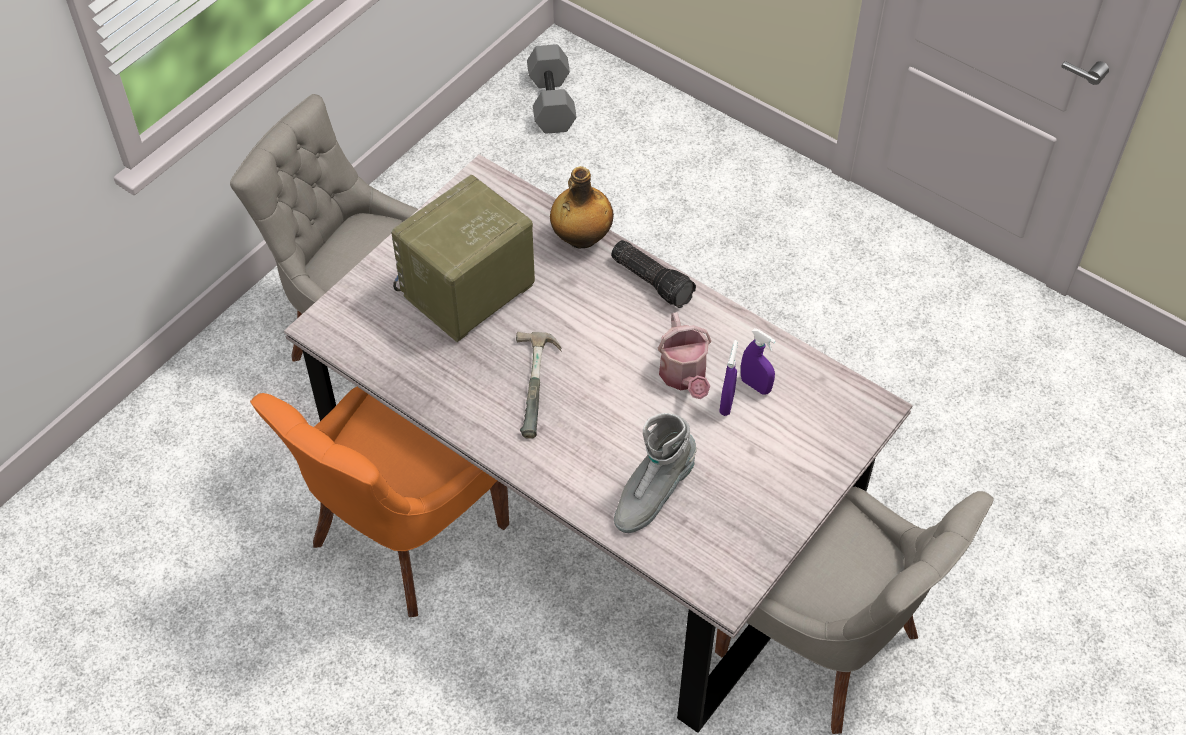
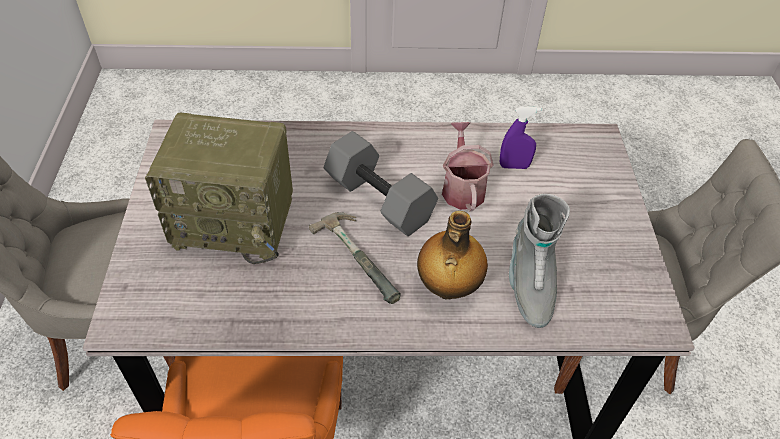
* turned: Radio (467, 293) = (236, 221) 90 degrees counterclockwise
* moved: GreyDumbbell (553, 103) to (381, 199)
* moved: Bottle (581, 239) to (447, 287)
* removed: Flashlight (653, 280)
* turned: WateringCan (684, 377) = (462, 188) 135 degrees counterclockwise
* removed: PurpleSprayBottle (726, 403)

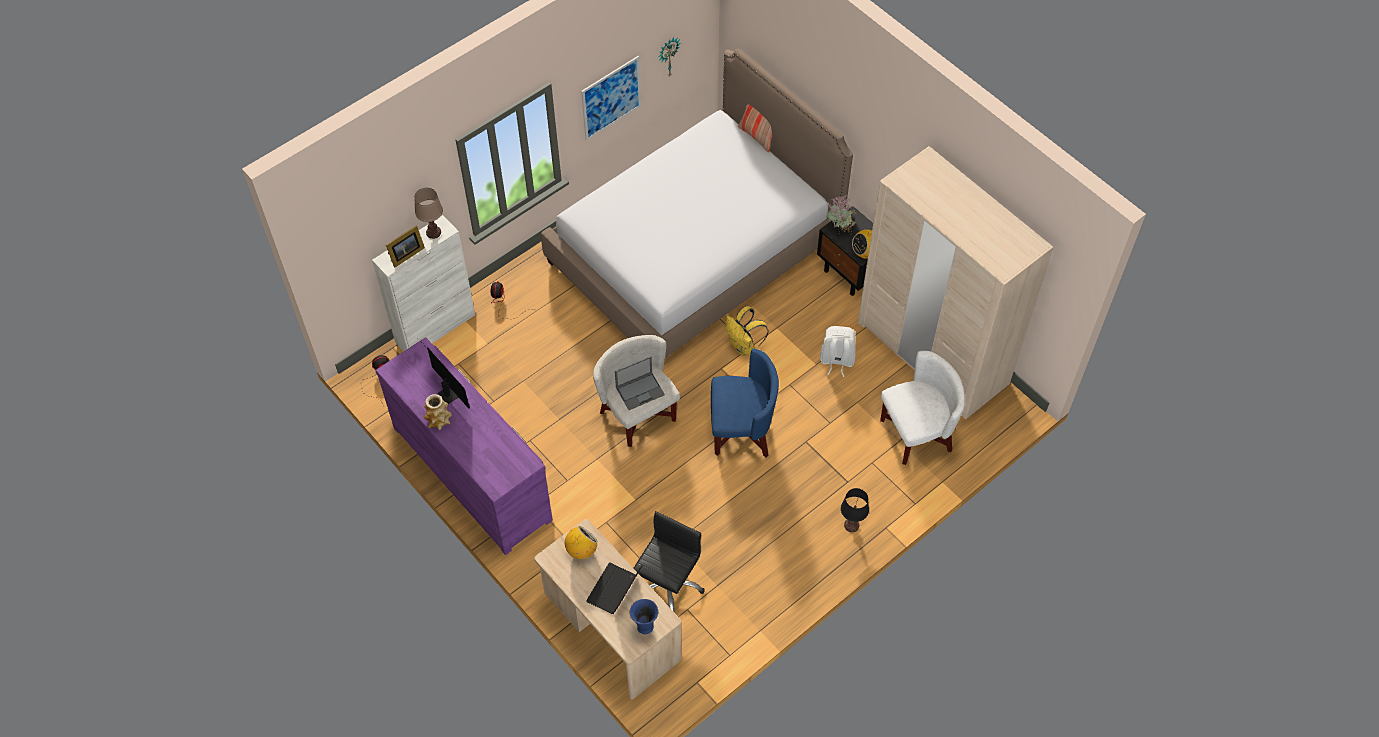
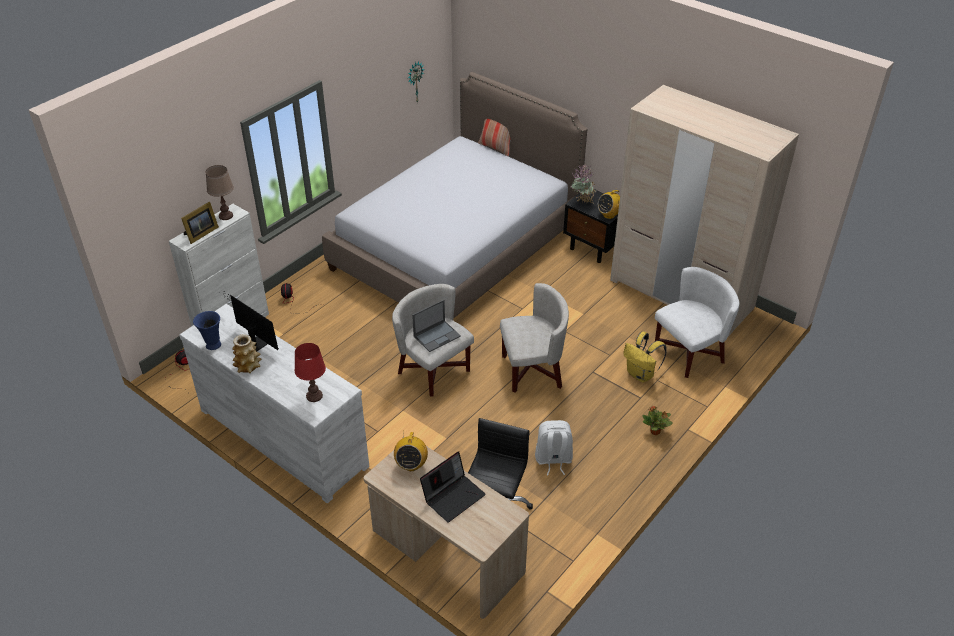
* recoloured: PurpleDresser (472, 472) to WhiteDresser (283, 437)
* turned: Radio (581, 550) = (411, 464) 150 degrees clockwise
* removed: Picture (611, 98)
* turned: Laptop (614, 591) = (453, 496) 150 degrees counterclockwise
* moved: BlueVase (644, 627) to (212, 345)
* recoloured: BlueArmchair (742, 430) to WhiteArmchair (532, 371)
* moved: YellowBackpack (744, 346) to (641, 374)
* moved: WhiteBackpack (836, 360) to (553, 460)
* replaced: BlackTableLamp (851, 525) to PottedPlant (655, 432)
* added: RedTableLamp (314, 396)

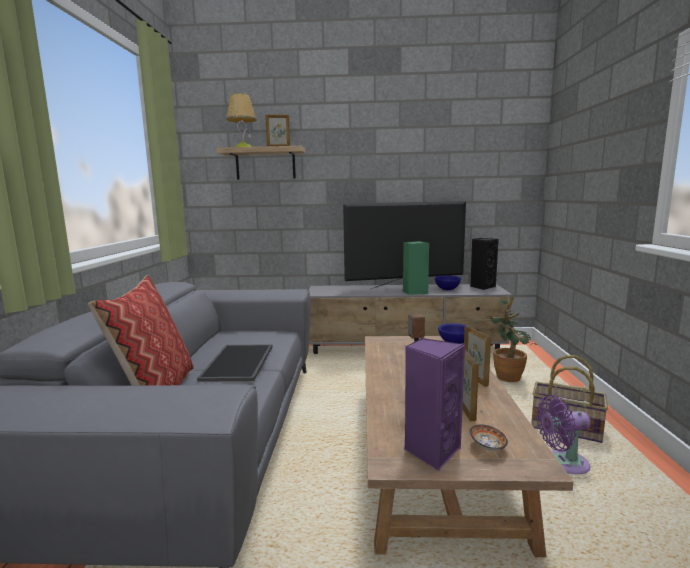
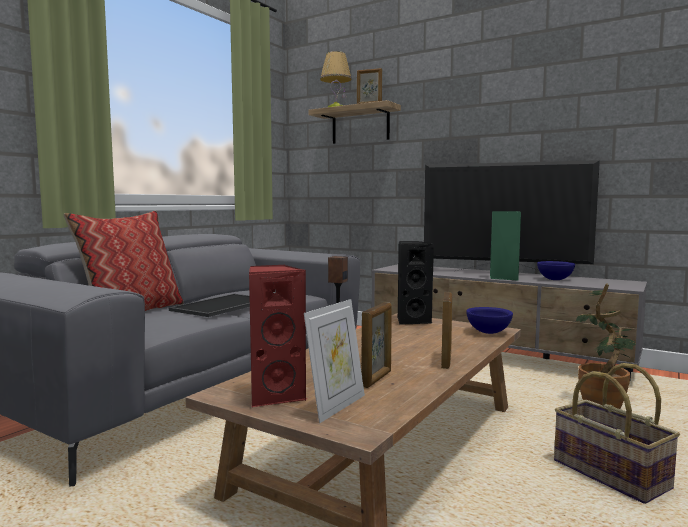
* recoloured: PurpleSpeaker (431, 451) to RedSpeaker (275, 395)
* moved: BlackSpeaker (482, 287) to (412, 320)
* replaced: Bowl (487, 447) to PictureFrame (336, 406)
* removed: PurpleFan (563, 463)

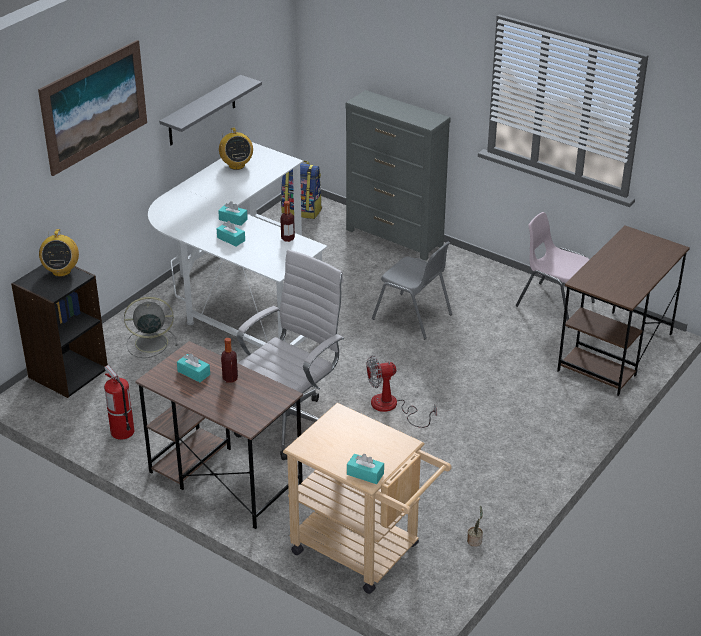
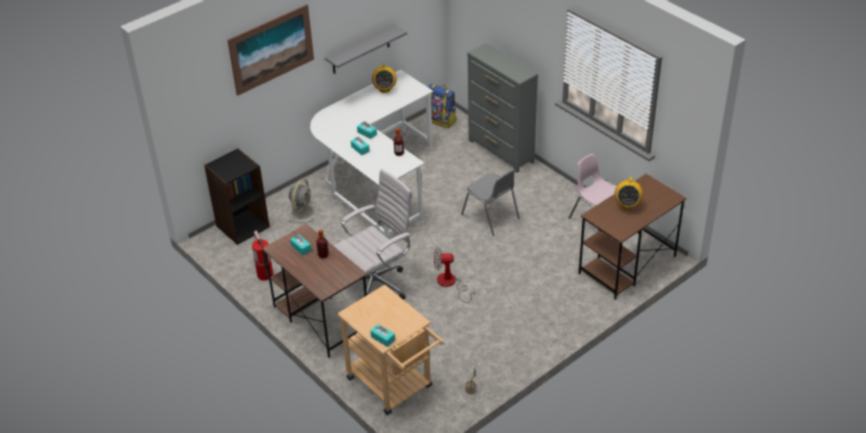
* moved: Radio (61, 271) to (627, 205)
* turned: GreyFan (150, 343) = (303, 211) 105 degrees clockwise

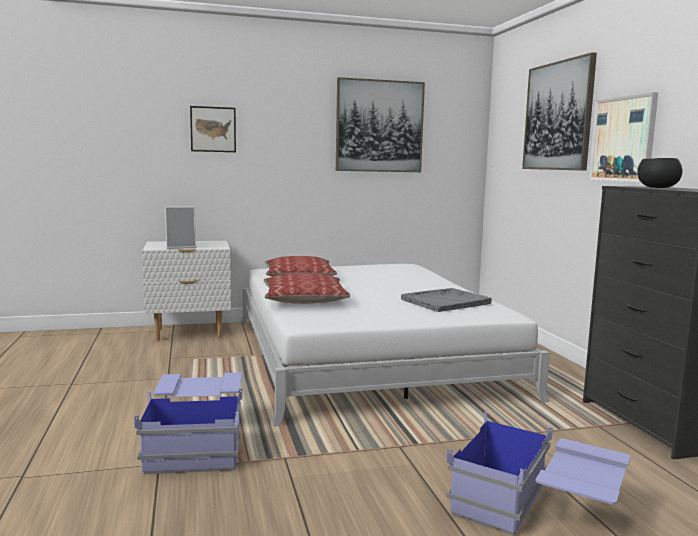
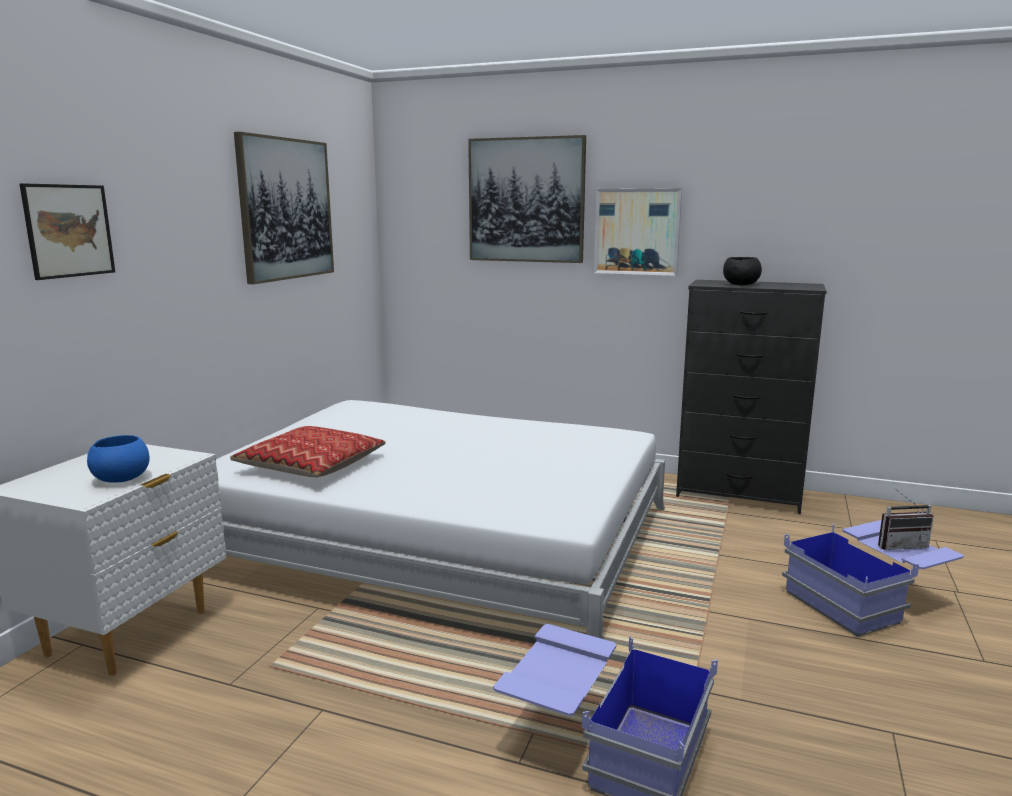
* replaced: PictureFrame (181, 247) to BlueBowl (121, 478)
* removed: Pillow (304, 299)
* removed: GreyTray (446, 301)
* added: Radio (900, 545)

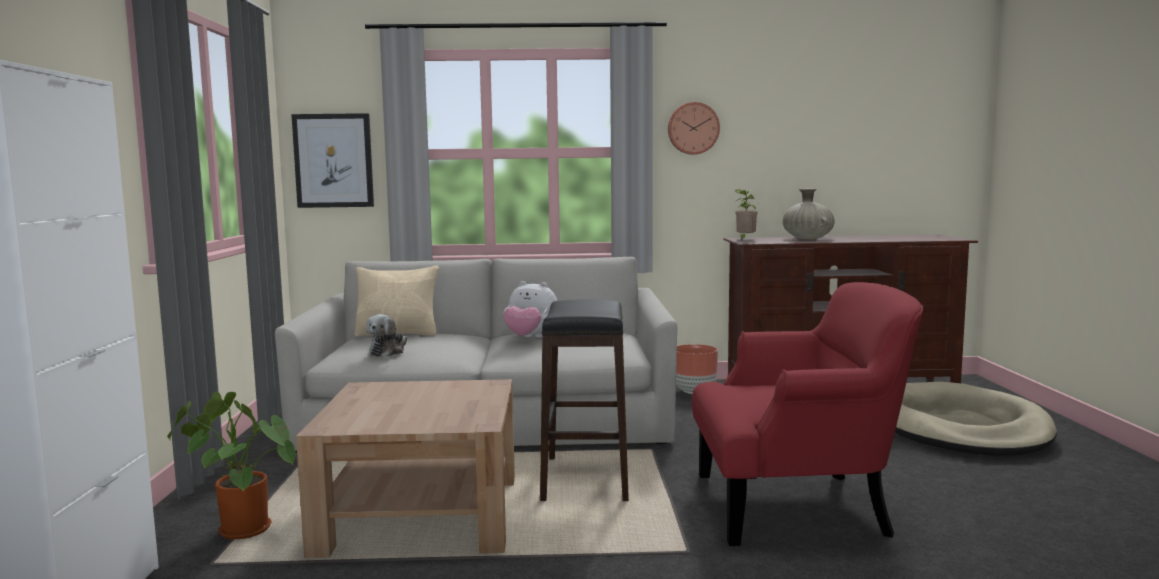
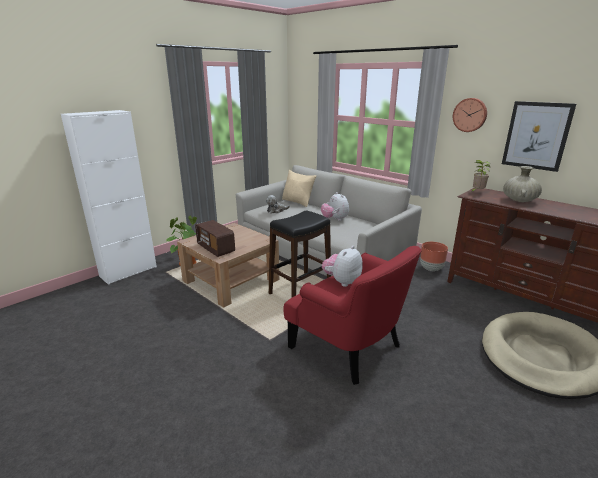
* moved: Picture (333, 161) to (536, 135)
* added: Radio (216, 248)
* added: PlushToy (342, 281)

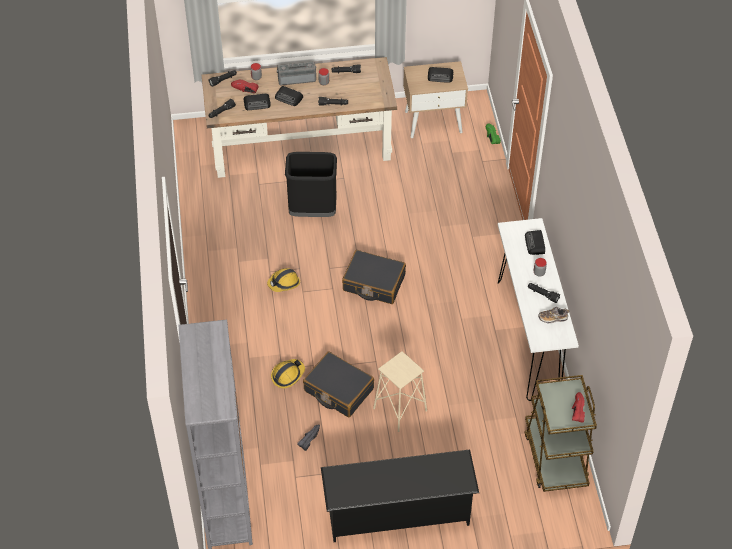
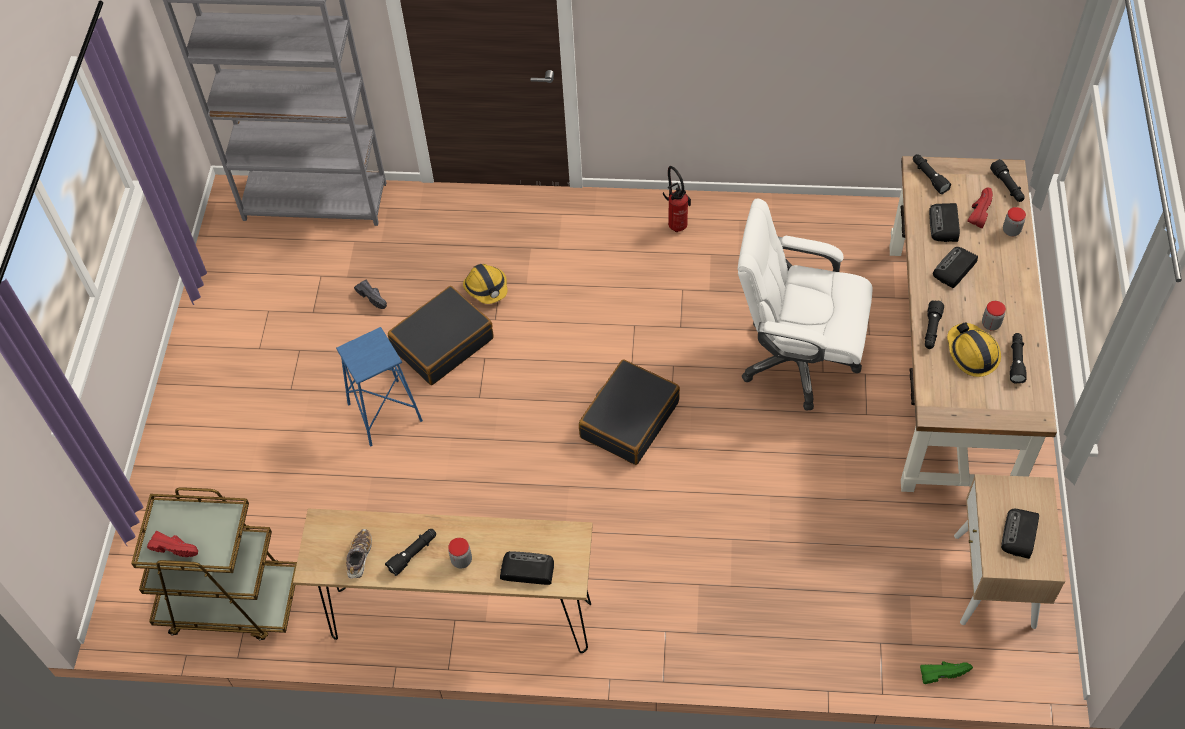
* moved: HardHat (284, 283) to (971, 353)
* removed: Radio (297, 78)
* replaced: BlackTrashCan (312, 211) to WhiteOfficeChair (796, 360)
* removed: BlackShoeRack (398, 513)
* recoloured: BeigeStool (400, 409) to BlueStool (384, 413)
* recoloured: WhiteConsoleTable (528, 337) to BrownConsoleTable (461, 620)
* added: FireExtinguisher (677, 224)

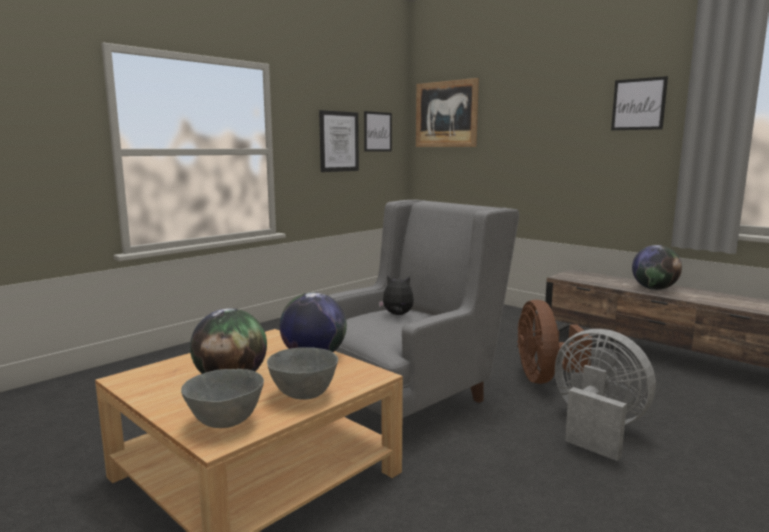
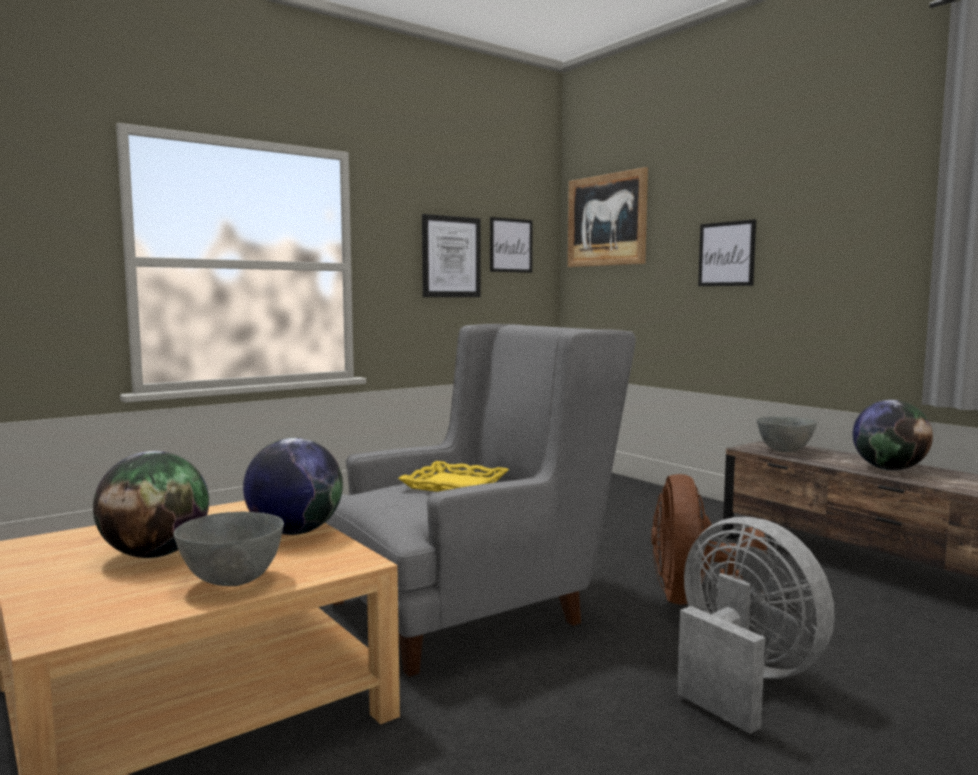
* moved: GreyBowl (225, 422) to (784, 450)
* replaced: PlushToy (397, 315) to YellowTray (454, 485)
* moved: Picture (638, 104) to (726, 254)

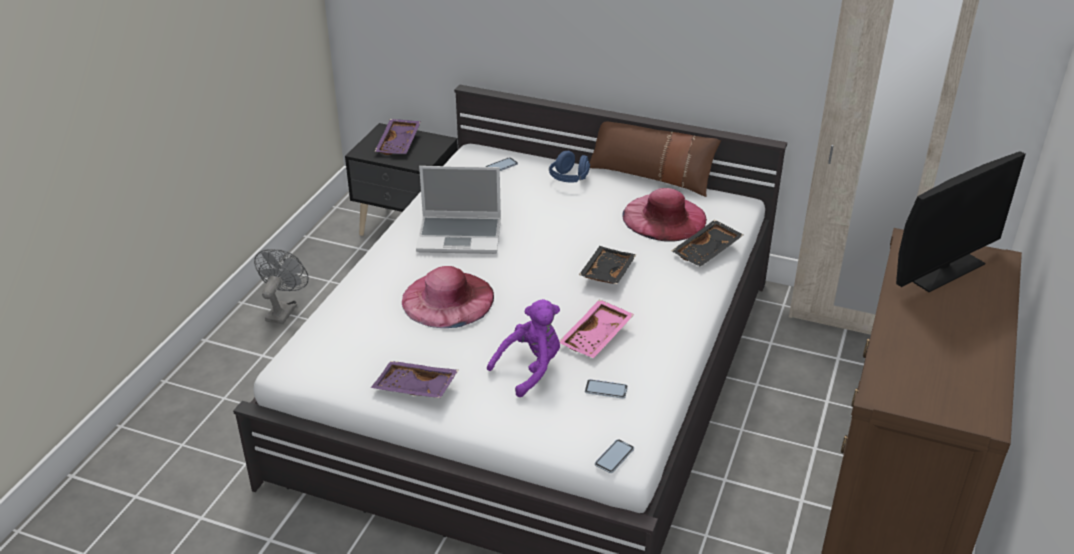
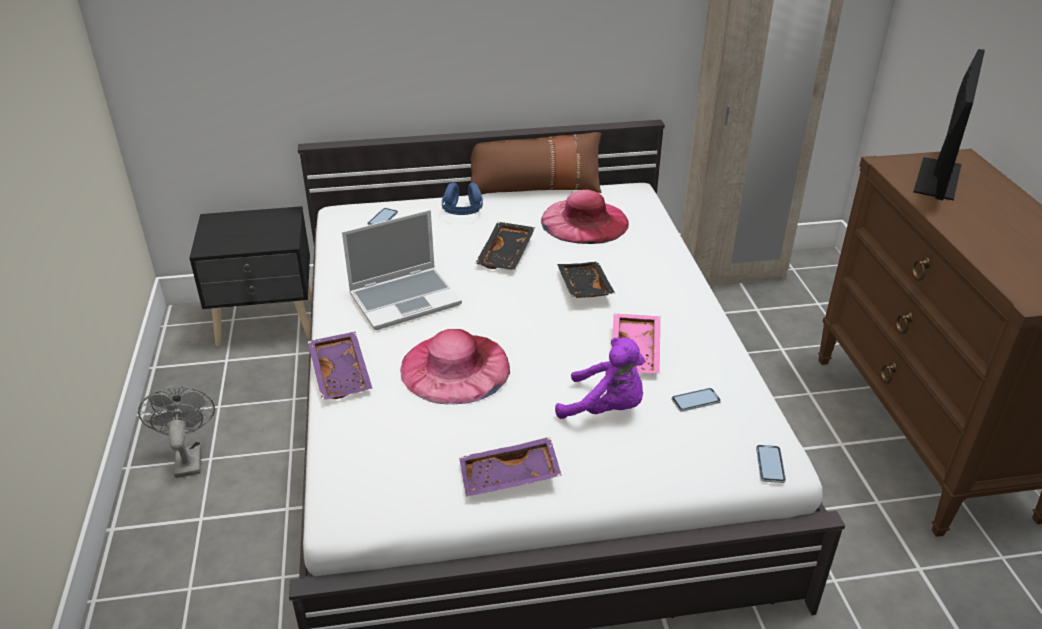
* moved: PurpleTray (399, 143) to (342, 374)
* turned: PurplePlushToy (530, 369) = (606, 408) 90 degrees clockwise
* moved: BlackTray (707, 251) to (507, 254)

